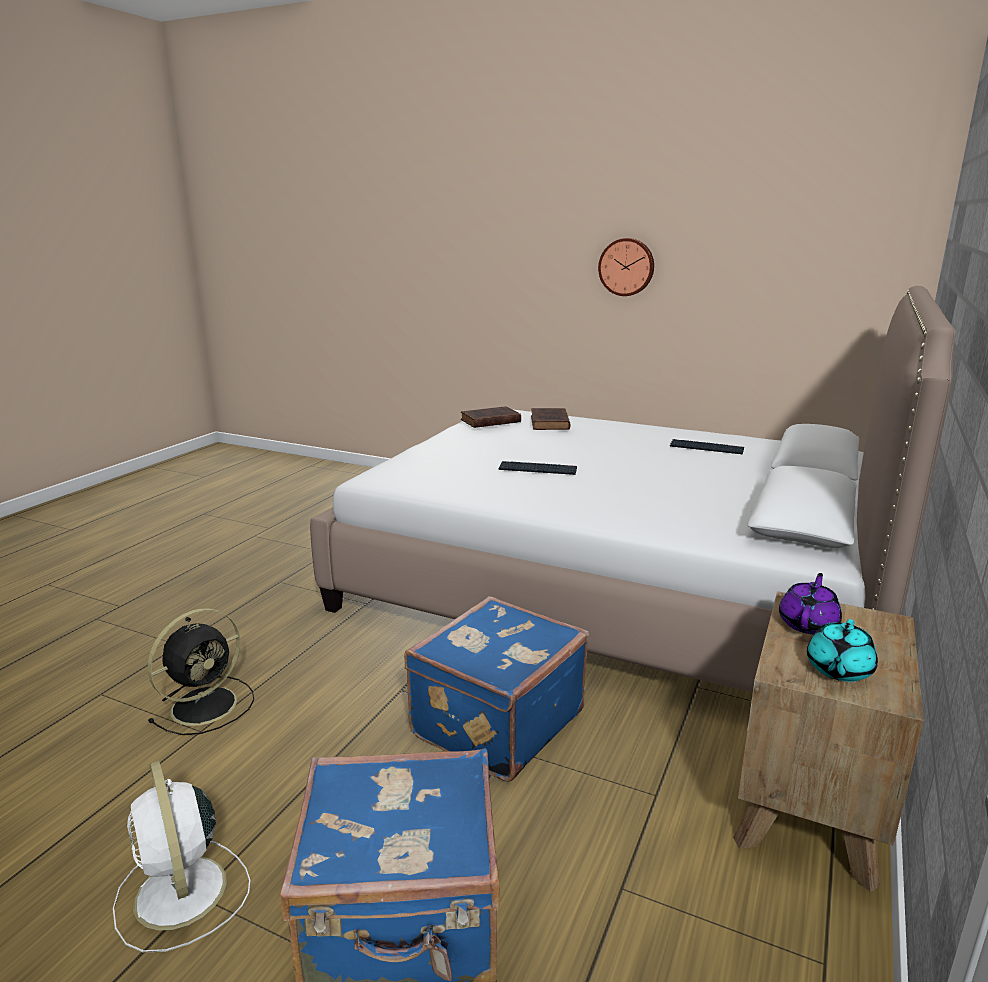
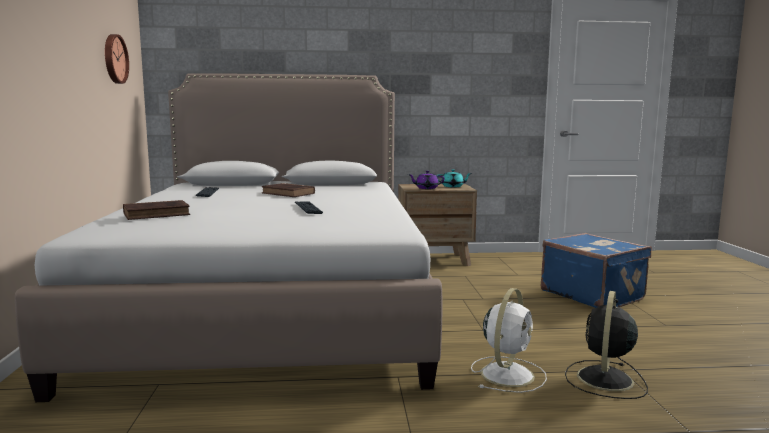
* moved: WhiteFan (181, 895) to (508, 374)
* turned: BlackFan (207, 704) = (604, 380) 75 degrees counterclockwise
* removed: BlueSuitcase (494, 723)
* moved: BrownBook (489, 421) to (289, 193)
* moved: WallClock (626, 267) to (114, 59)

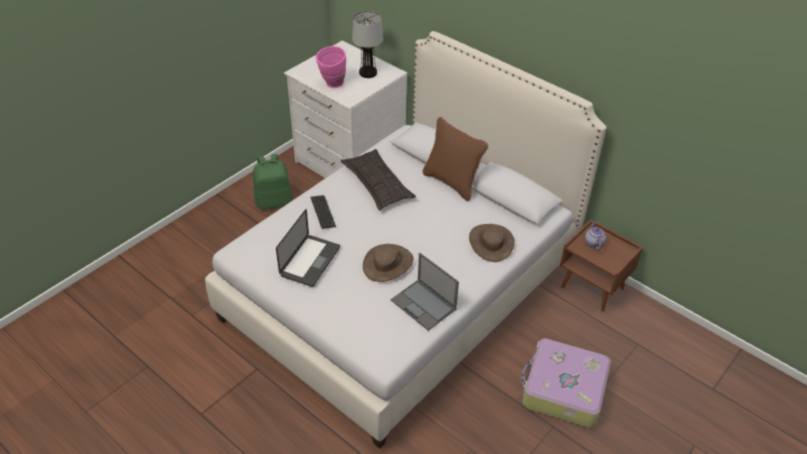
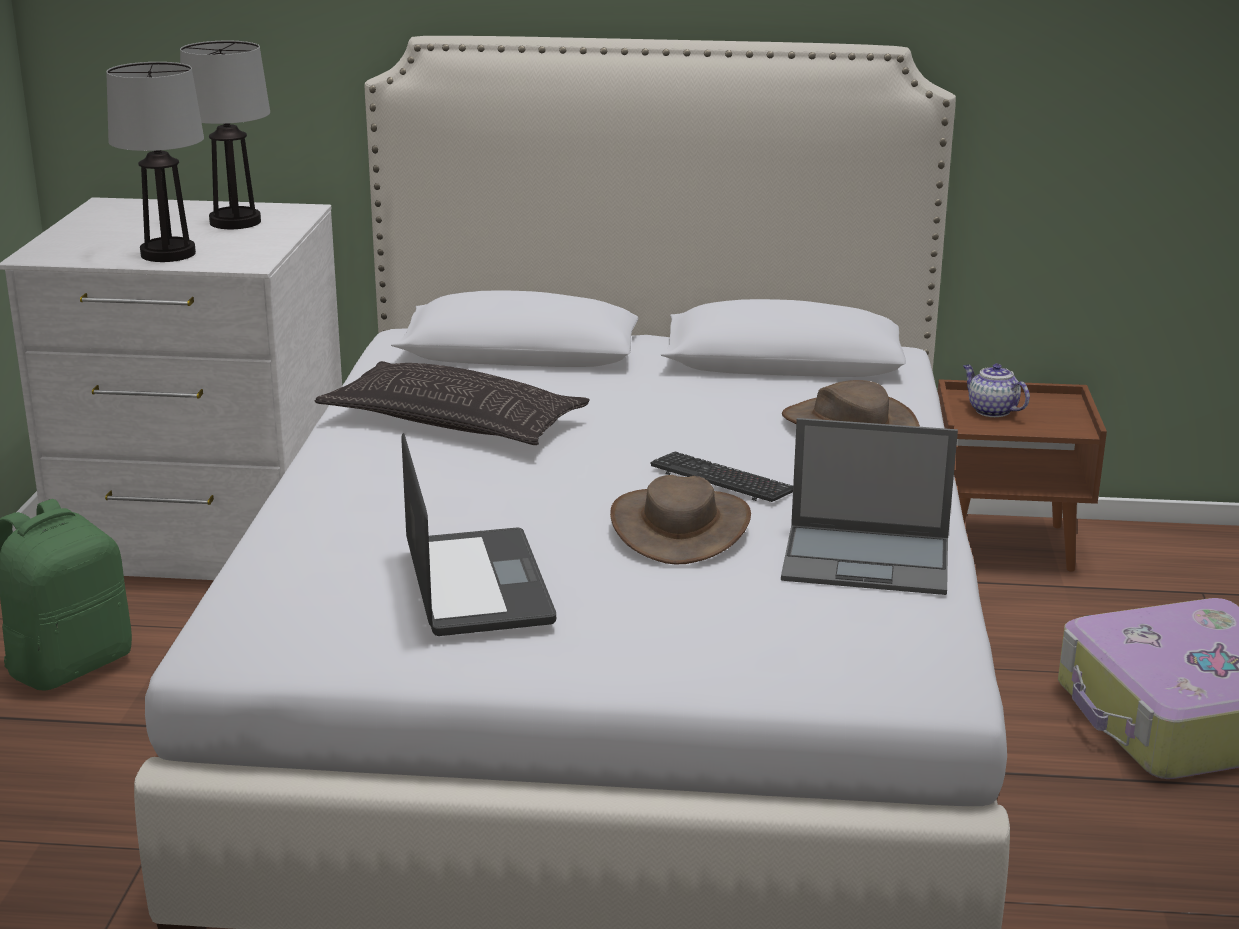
* moved: Keyboard (323, 212) to (722, 480)
* replaced: PinkVase (332, 85) to TableLamp (169, 254)
* removed: BrownPillow (452, 182)

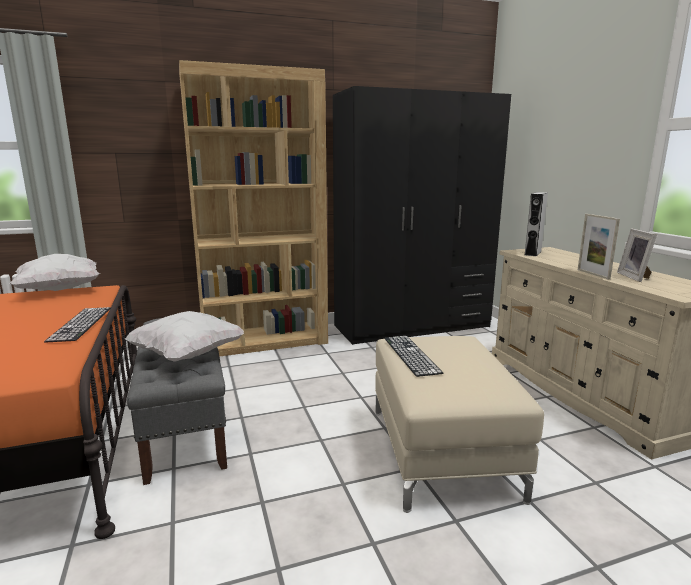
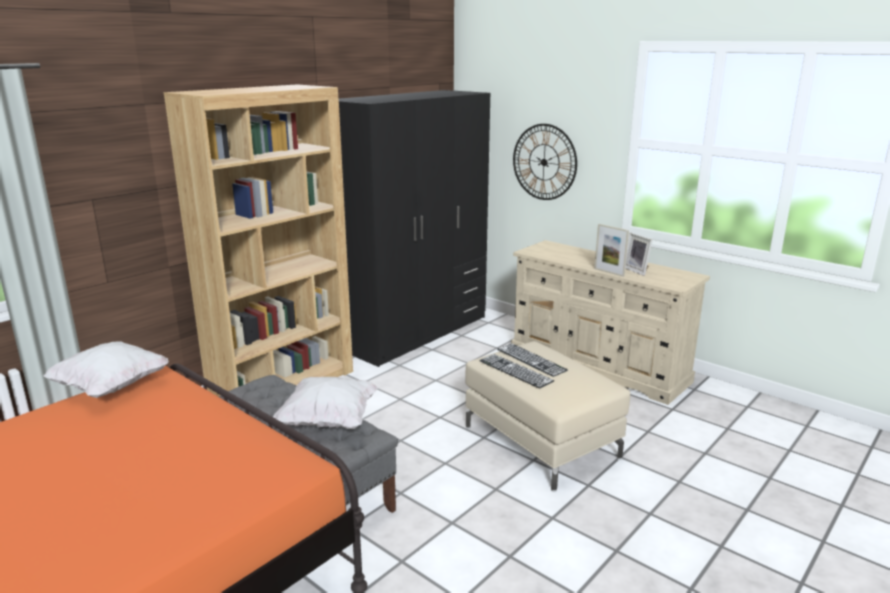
* moved: Keyboard (81, 323) to (531, 359)
* removed: GreySpeaker (533, 253)
* added: WallClock (544, 162)

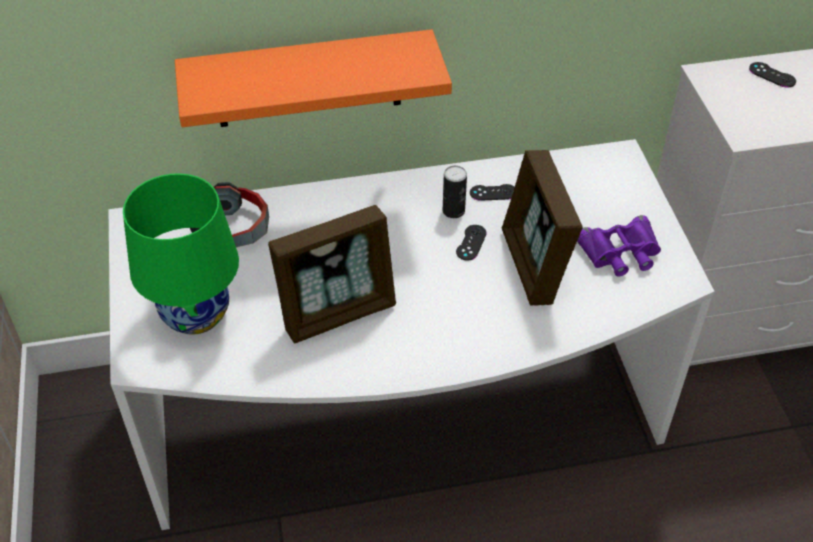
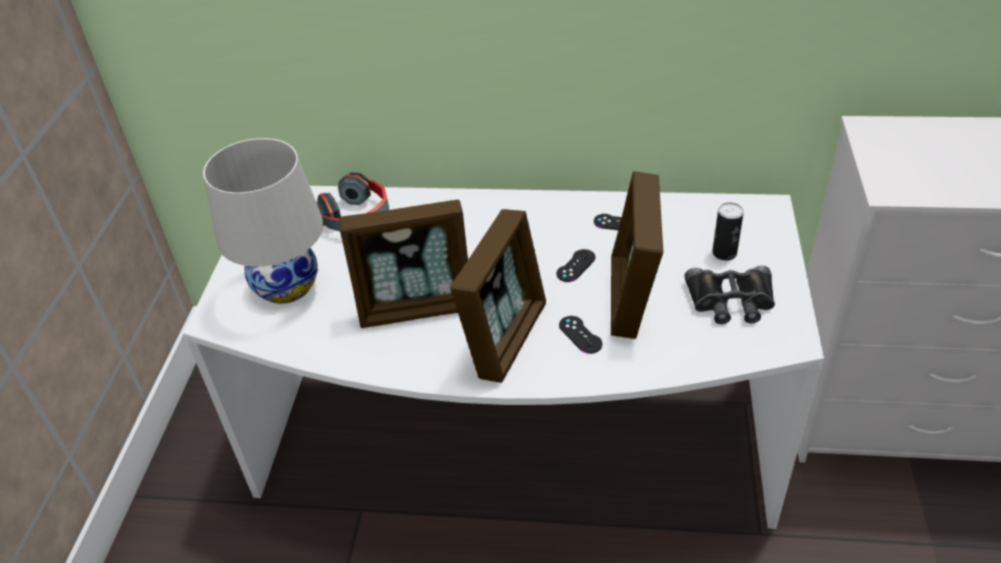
* recoloured: GreenTableLamp (195, 313) to WhiteTableLamp (286, 285)
* removed: OrangeShelf (308, 79)
* moved: Can (453, 211) to (724, 253)
* recoloured: PurpleBinoculars (620, 252) to BlackBinoculars (730, 301)
* moved: BlackGameController (772, 75) to (580, 335)
* added: PictureFrame (505, 338)

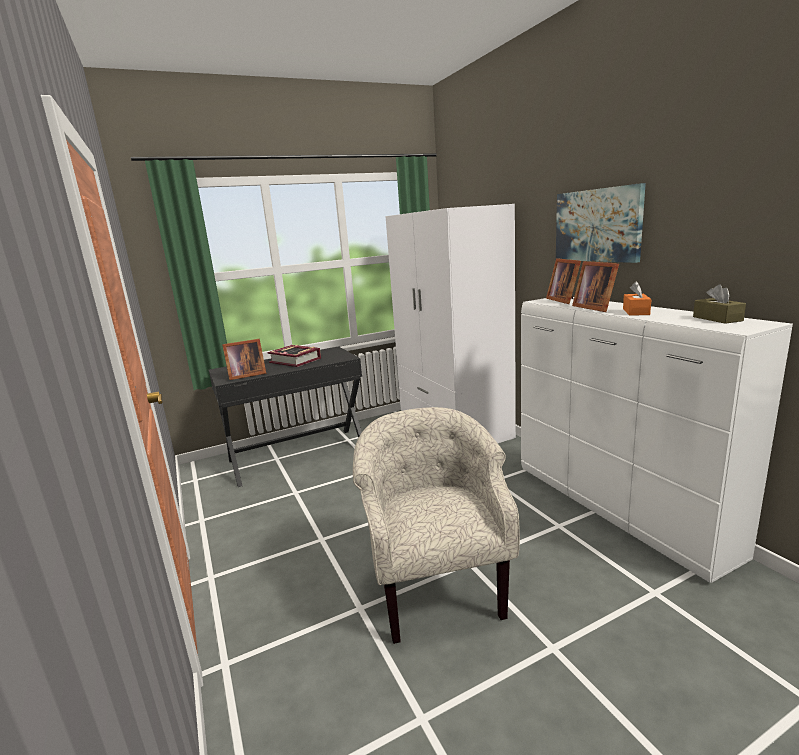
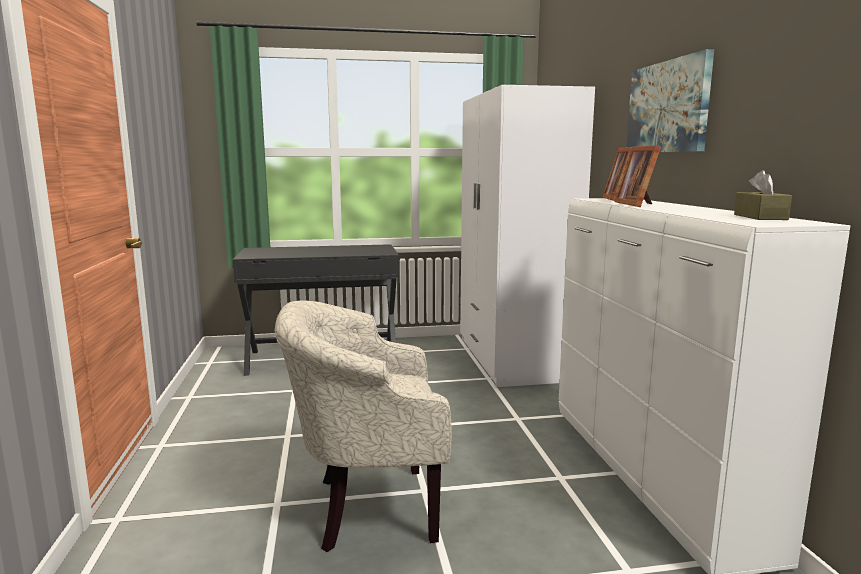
* removed: PictureFrame (245, 375)
* removed: Book (295, 360)
* turned: BeigeArmchair (436, 591) = (367, 508) 105 degrees counterclockwise
* removed: OrangeTissueBox (636, 312)

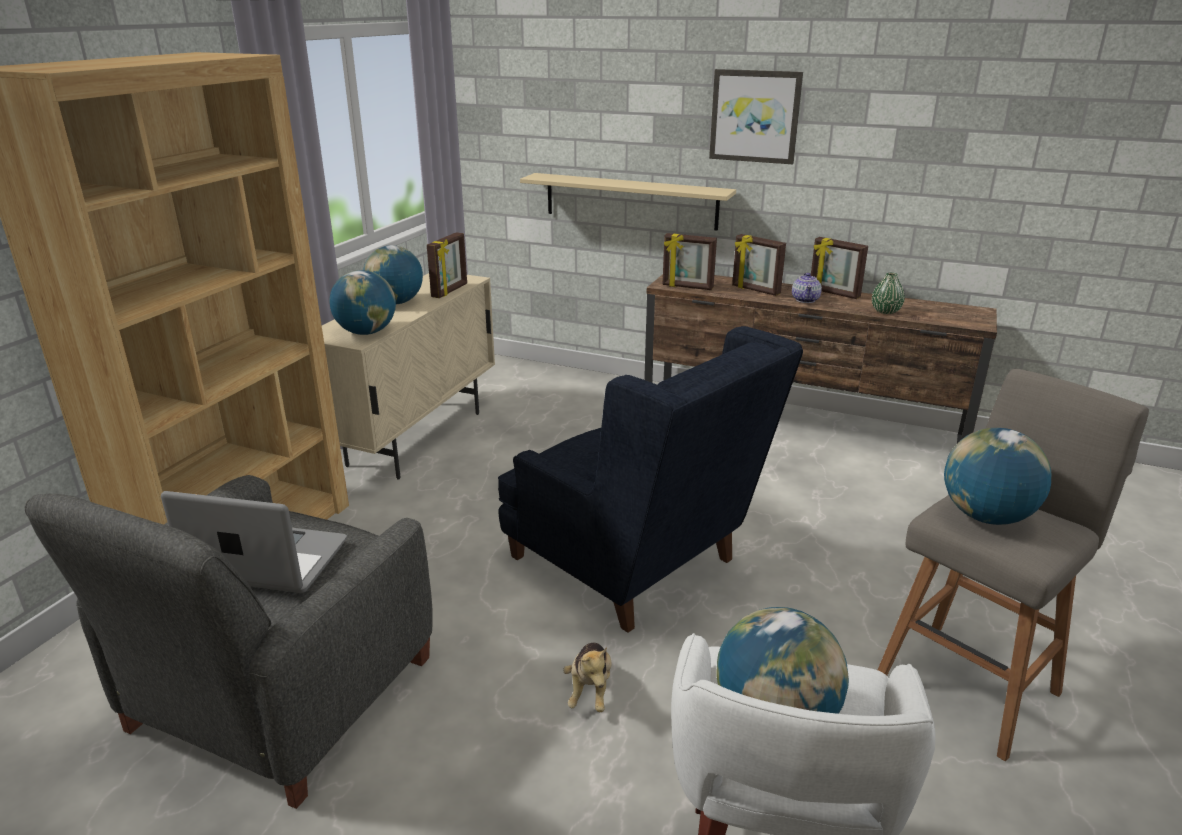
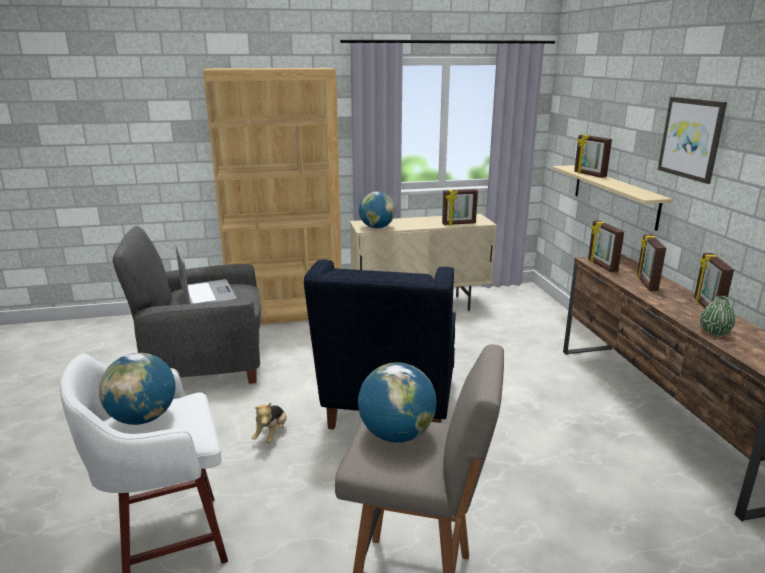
* removed: Globe (396, 303)
* turned: PlushToy (590, 690) = (271, 434) 45 degrees counterclockwise
* removed: Teapot (805, 300)
* added: PictureFrame (589, 175)

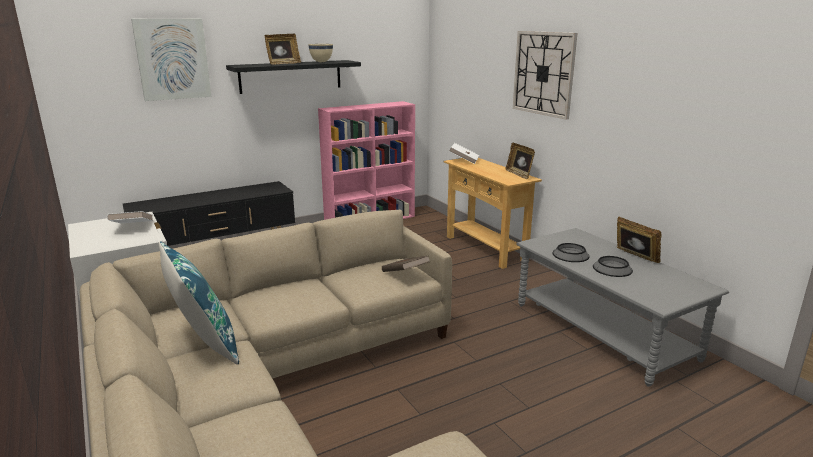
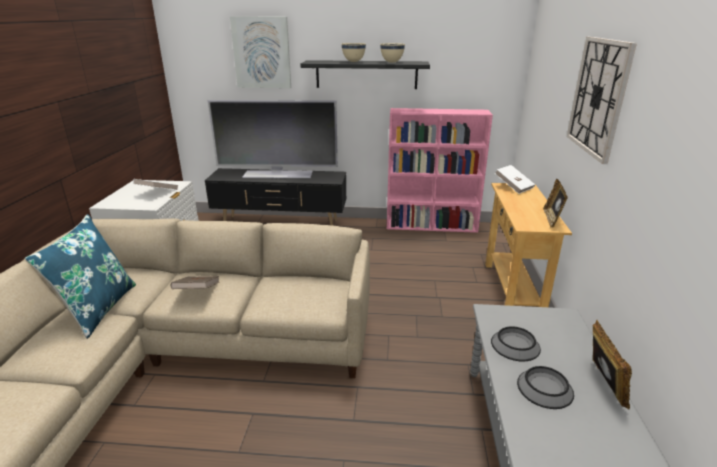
* replaced: PictureFrame (283, 63) to BeigeBowl (353, 62)
* moved: BrownBook (405, 274) to (197, 292)
* added: Television (278, 174)

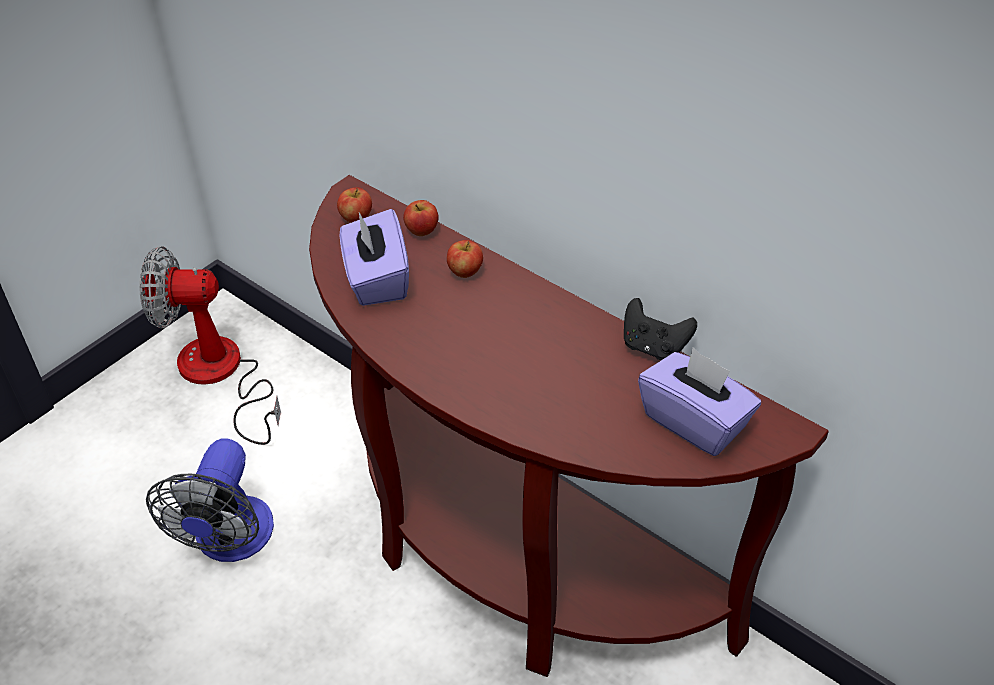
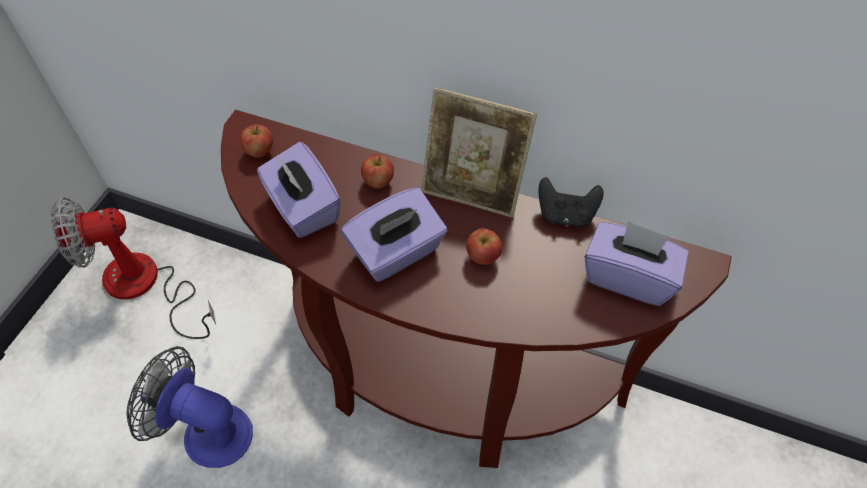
* turned: Fan (230, 542) = (206, 431) 120 degrees clockwise
* moved: Apple (422, 231) to (483, 256)
* added: PurpleTissueBox (397, 252)
* added: PictureFrame (472, 191)

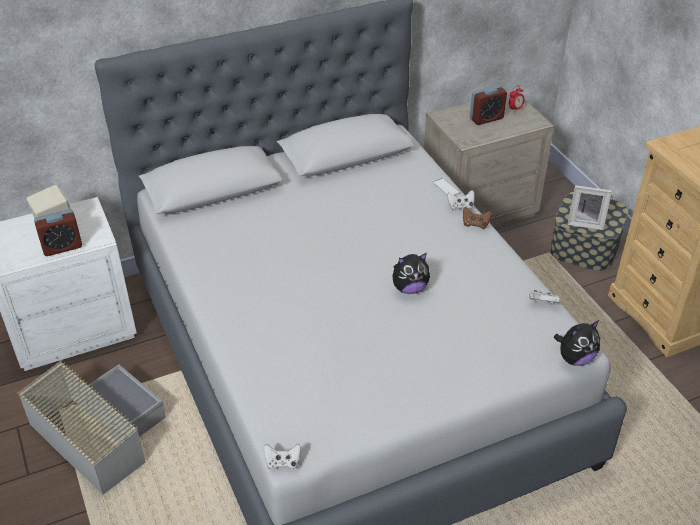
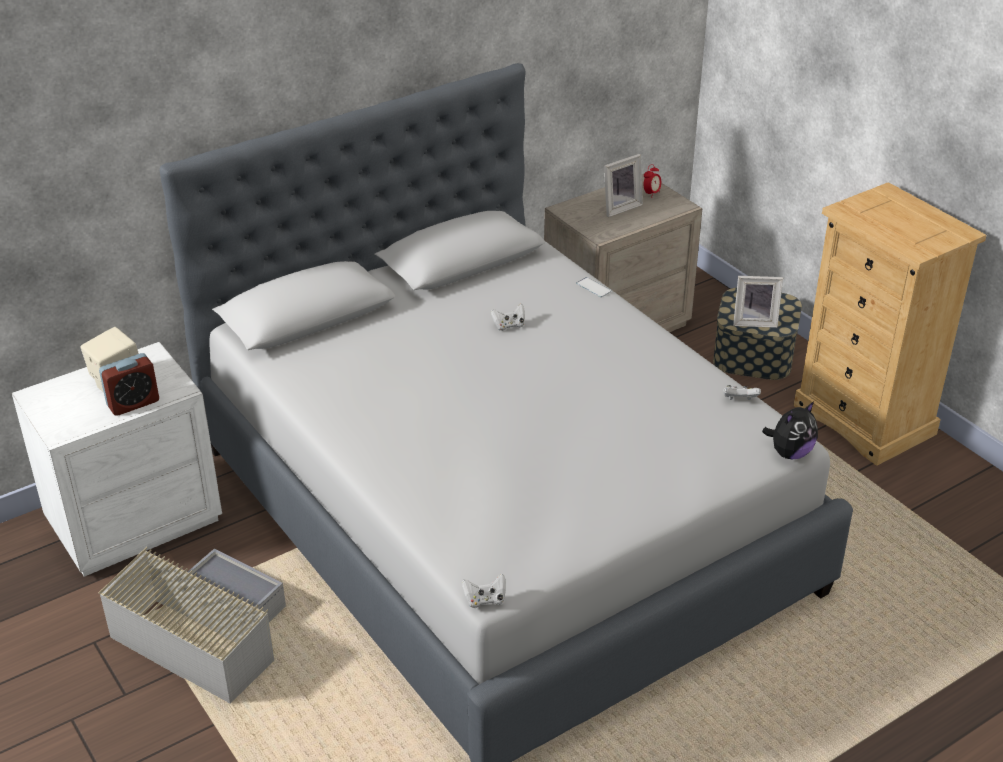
* removed: PlushToy (409, 288)
* moved: WhiteGameController (460, 206) to (509, 325)
* removed: BrownGameController (475, 224)
* replaced: AlarmClock (486, 118) to PictureFrame (619, 207)

